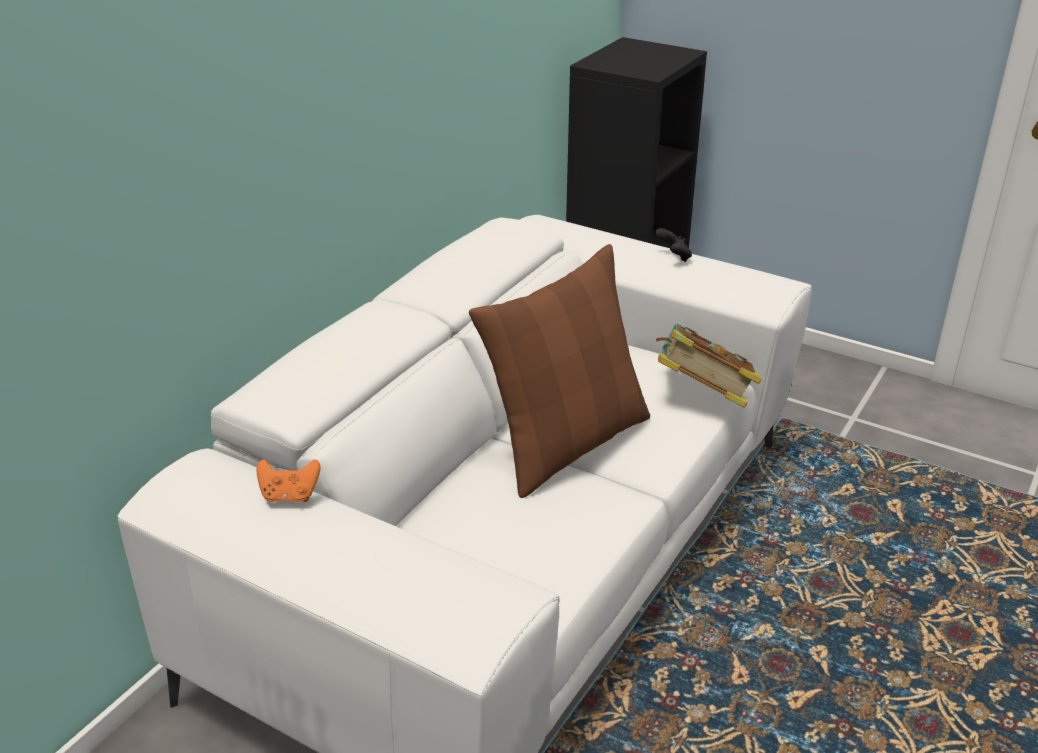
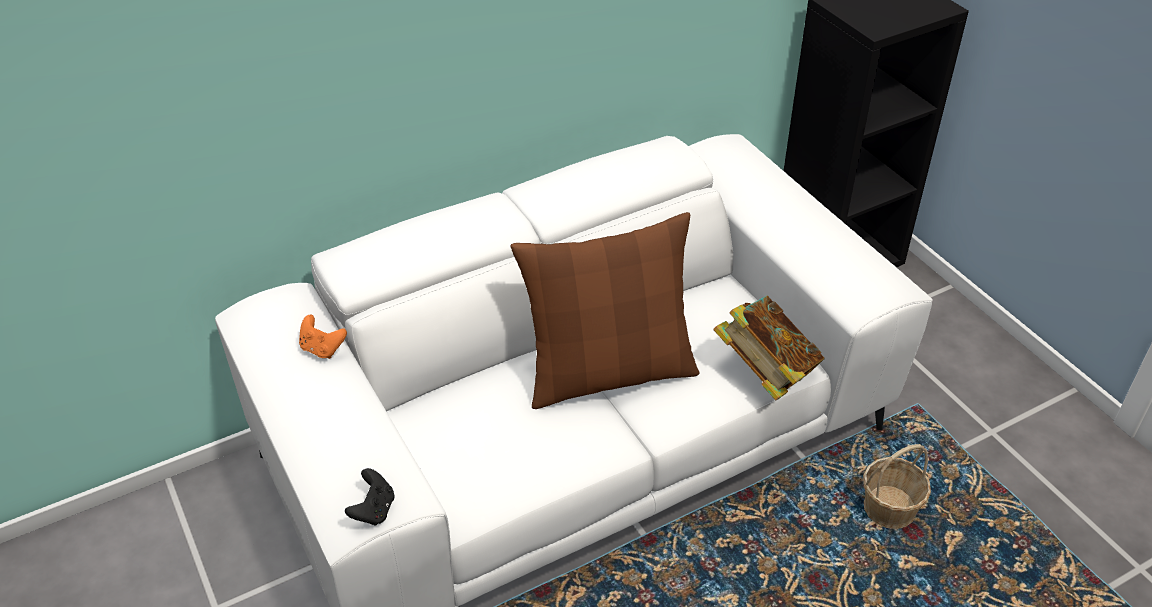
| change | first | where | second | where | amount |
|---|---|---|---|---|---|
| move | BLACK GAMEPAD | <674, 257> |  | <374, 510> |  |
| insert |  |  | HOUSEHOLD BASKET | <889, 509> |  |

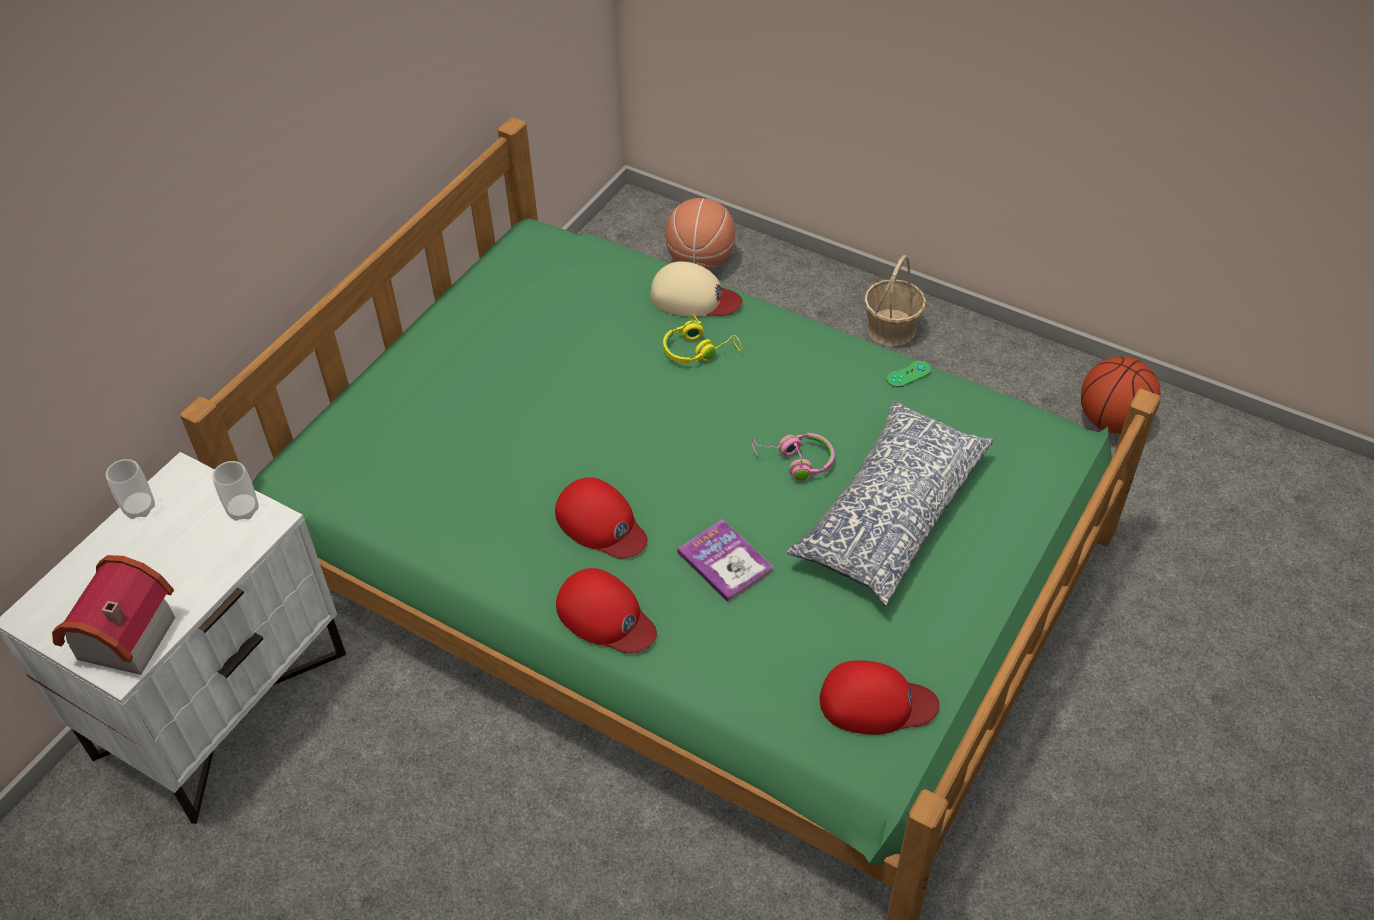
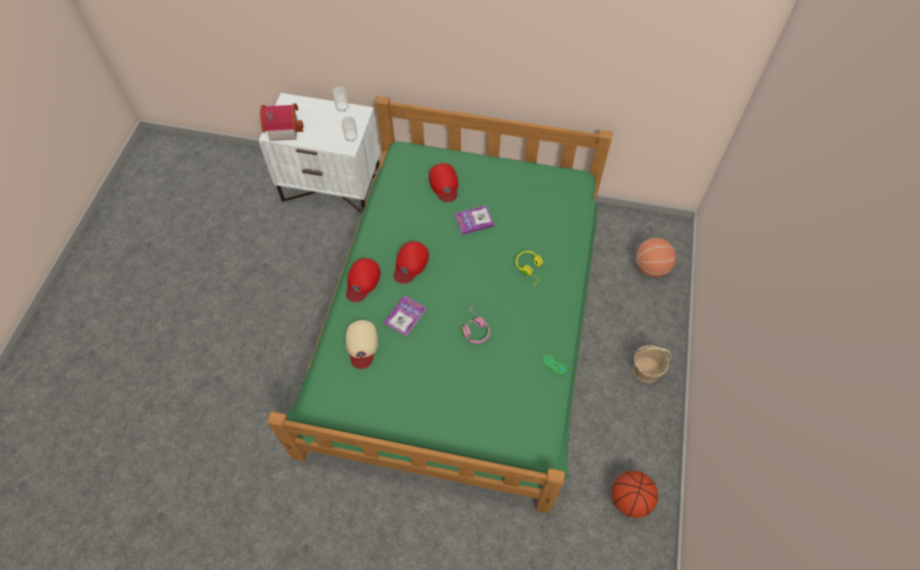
| change | first | where | second | where | amount |
|---|---|---|---|---|---|
| move | BEIGE-COLOURED BASEBALL CAP | <694, 298> |  | <362, 344> |  |
| delete | CUSHION | <888, 513> |  |  |  |
| move | REDDISH BASEBALL CAP | <876, 703> |  | <444, 184> |  |
| insert |  |  | BOOK | <474, 220> |  |

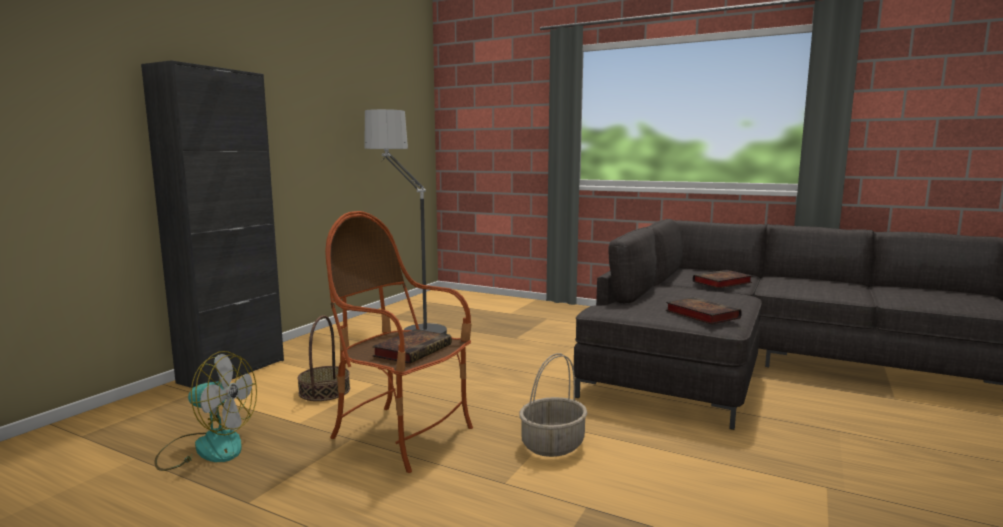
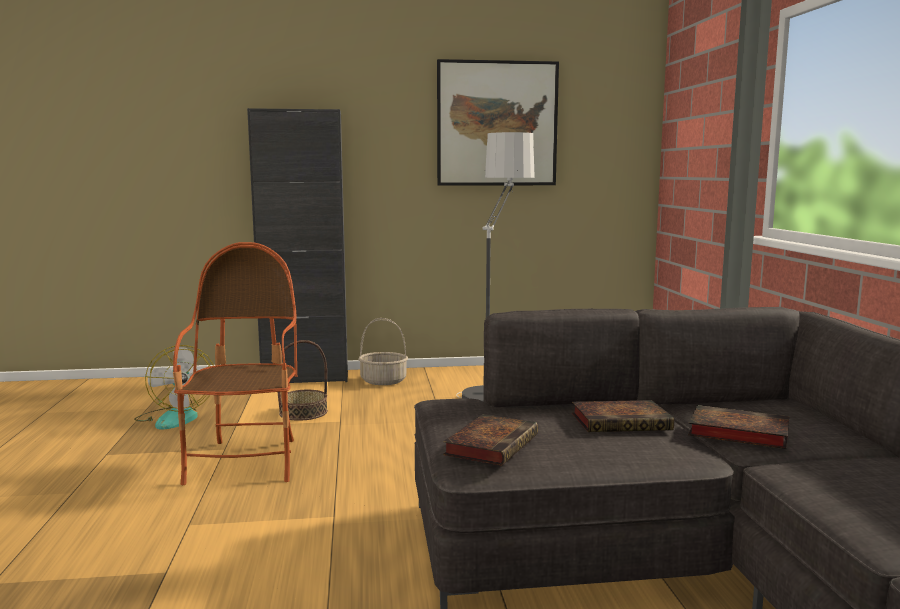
| change | first | where | second | where | amount |
|---|---|---|---|---|---|
| move | BOOK | <413, 350> |  | <623, 422> |  |
| move | HOUSEHOLD BASKET | <552, 444> |  | <384, 381> |  |
| insert |  |  | PICTURE | <497, 124> |  |

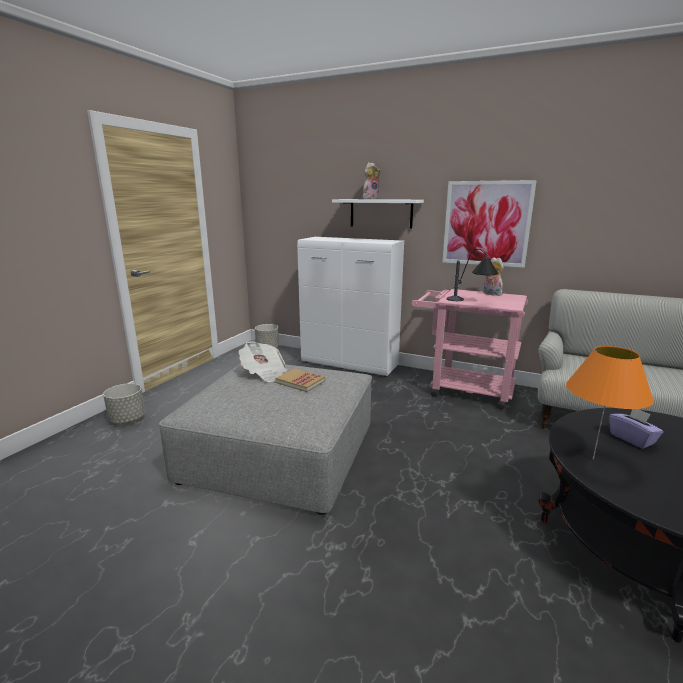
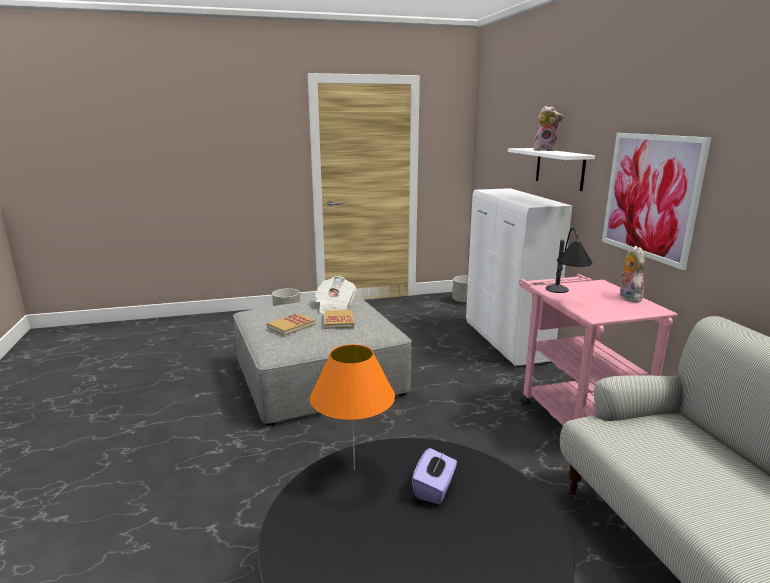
| change | first | where | second | where | amount |
|---|---|---|---|---|---|
| insert |  |  | BOOK | <291, 326> |  |

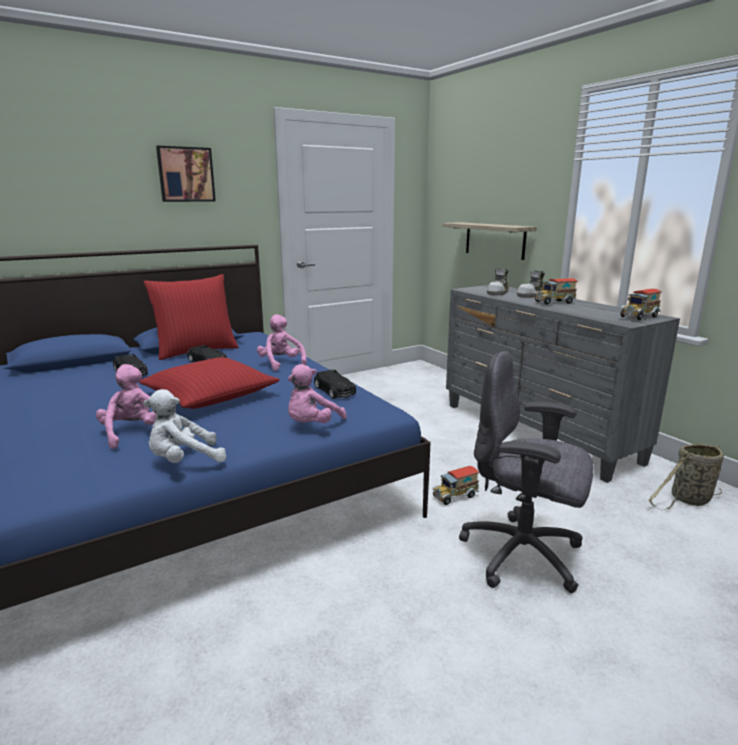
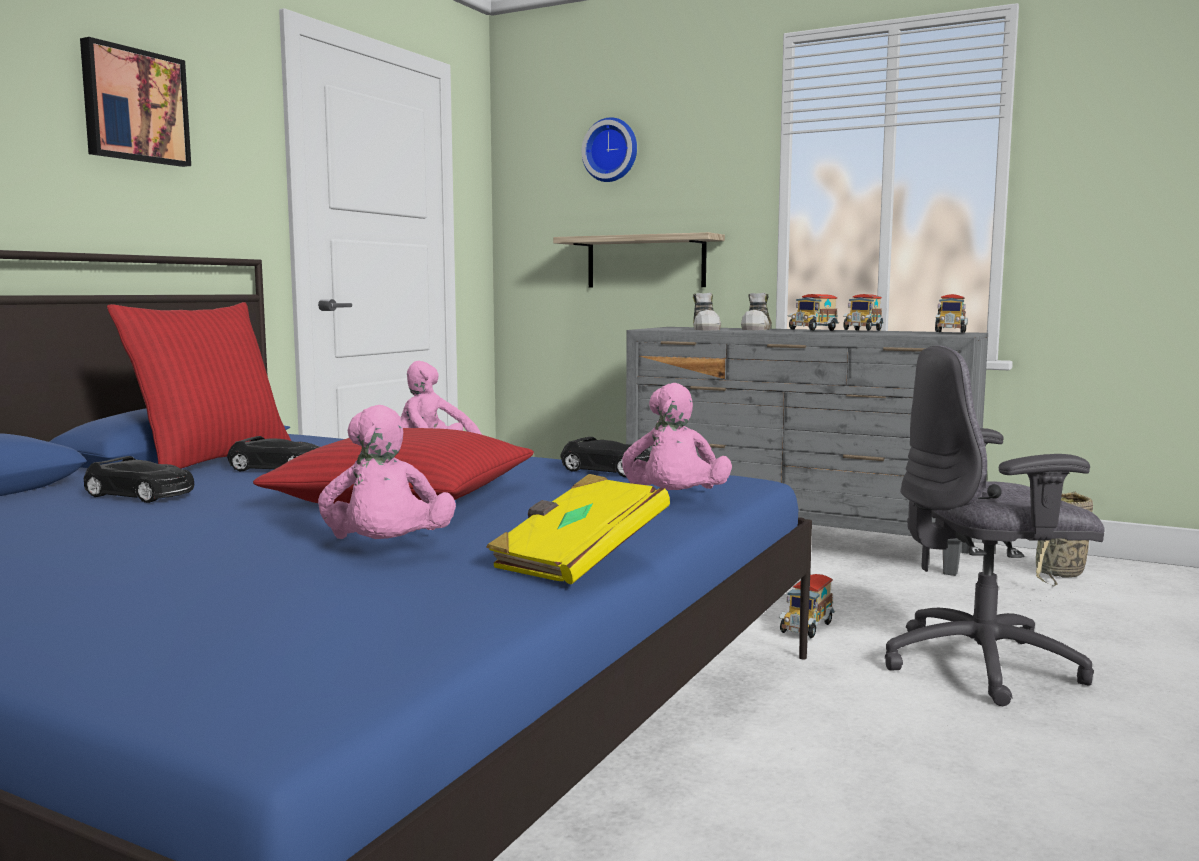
| change | first | where | second | where | amount |
|---|---|---|---|---|---|
| rotate | PINK CUDDLY TOY | <134, 434> |  | <387, 552> | 135 degrees counterclockwise |
| replace | WHITISH CUDDLY TOY | <184, 461> | YELLOW BOOK | <578, 560> |  |
| insert |  |  | CLOCK ON THE WALL | <611, 150> |  |
| insert |  |  | TOY TRUCK | <862, 331> |  |

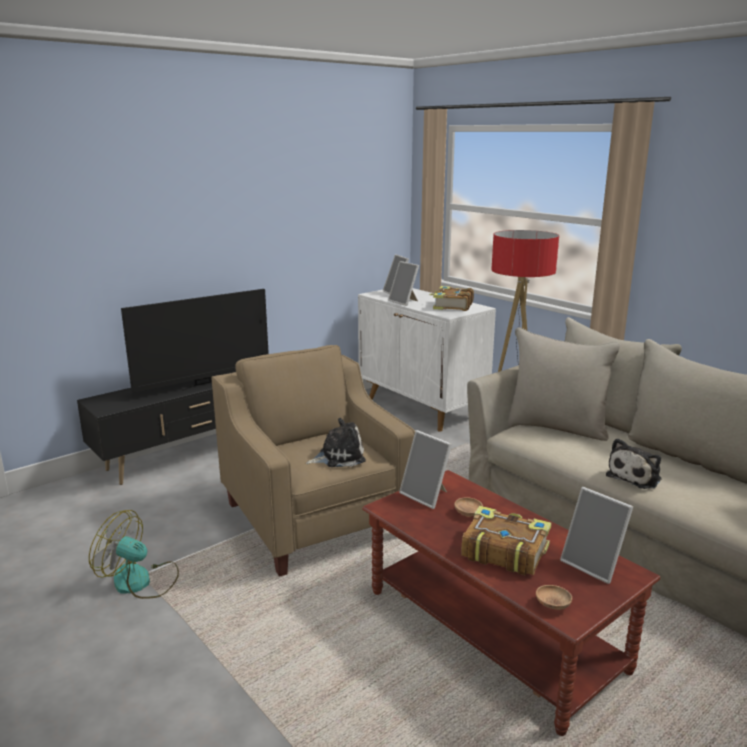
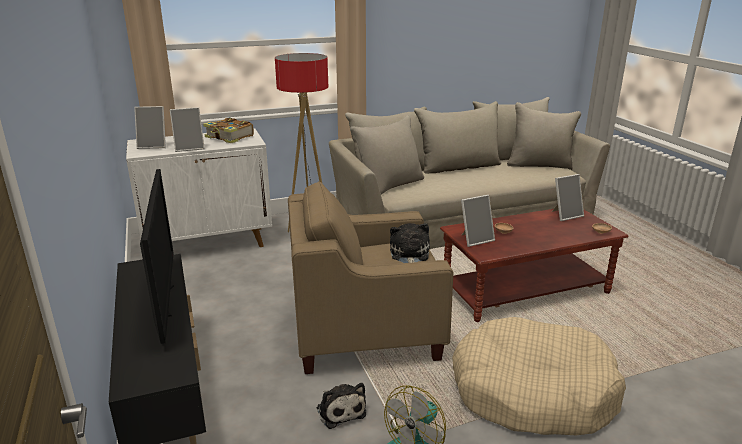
| change | first | where | second | where | amount |
|---|---|---|---|---|---|
| delete | BOOK | <504, 551> |  |  |  |
| move | CUDDLY TOY | <635, 477> |  | <340, 410> |  |
| insert |  |  | BEIGE-COLOURED DOG BED | <532, 392> |  |

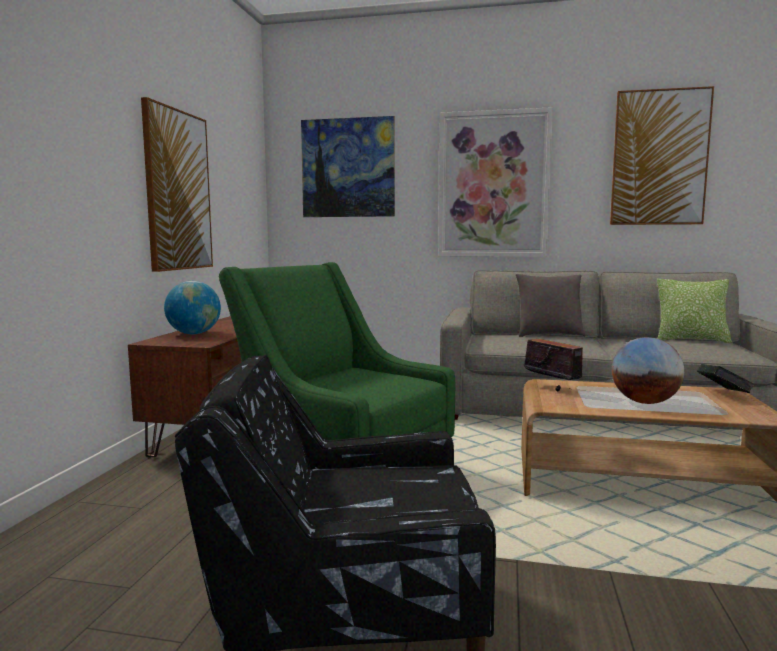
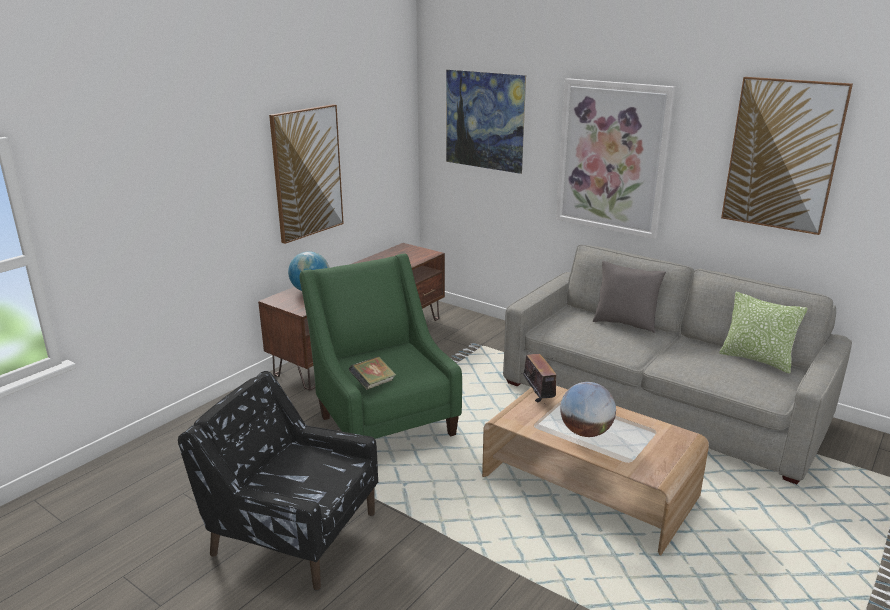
| change | first | where | second | where | amount |
|---|---|---|---|---|---|
| move | BOOK | <723, 394> |  | <373, 384> |  |

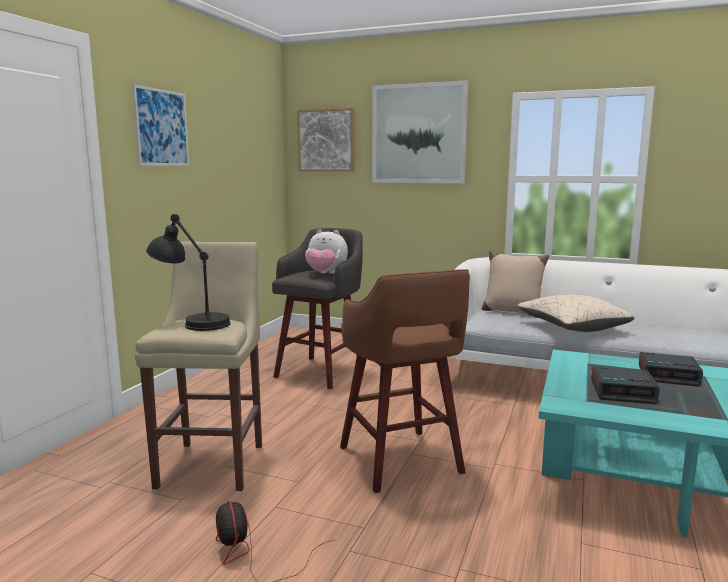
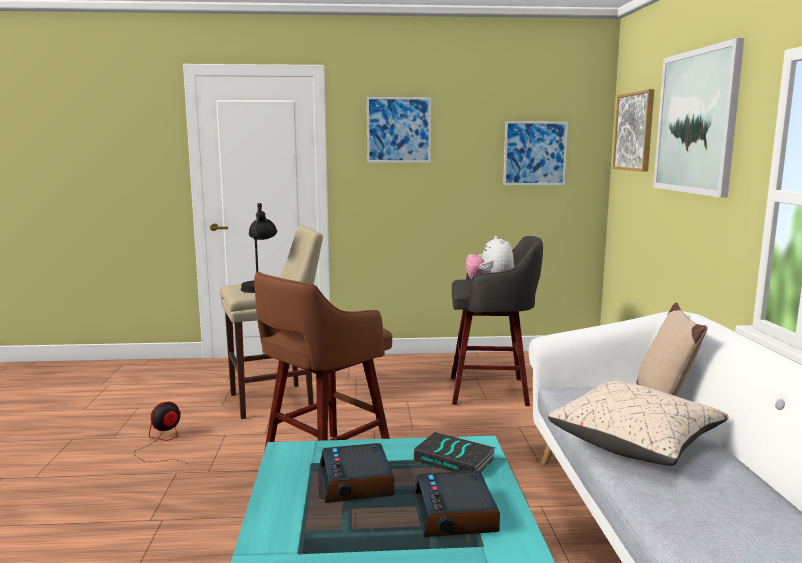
| change | first | where | second | where | amount |
|---|---|---|---|---|---|
| insert |  |  | BOOK | <455, 460> |  |
| insert |  |  | PICTURE | <535, 153> |  |

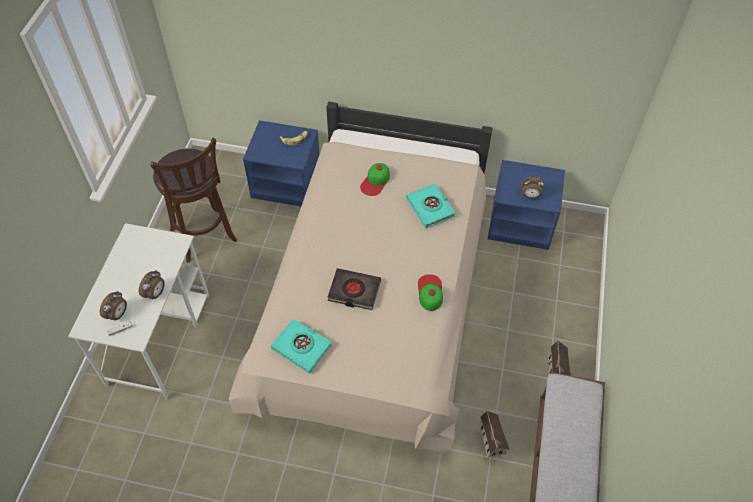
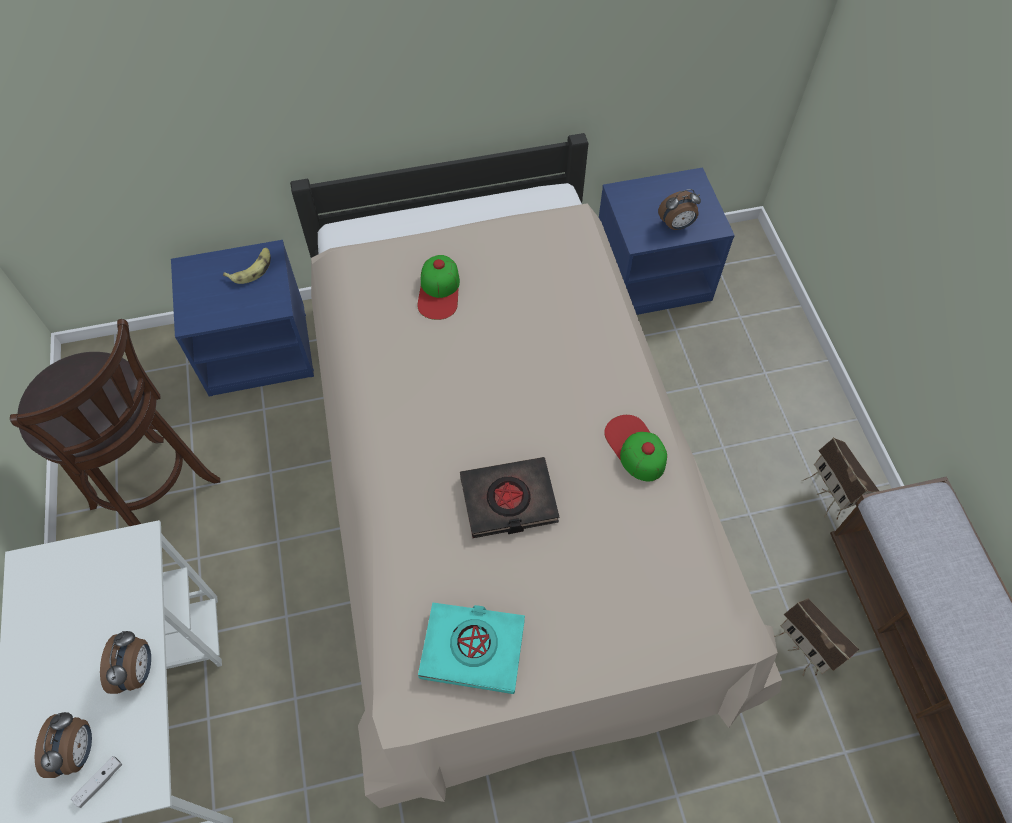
| change | first | where | second | where | amount |
|---|---|---|---|---|---|
| delete | TURQUOISE-COLOURED BOOK | <430, 208> |  |  |  |

